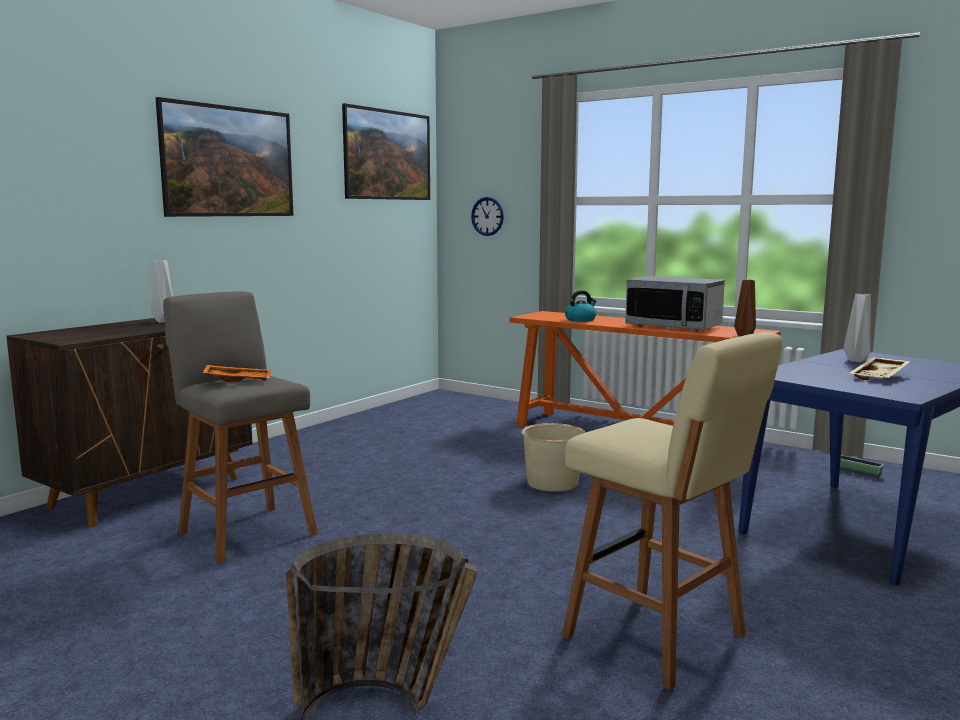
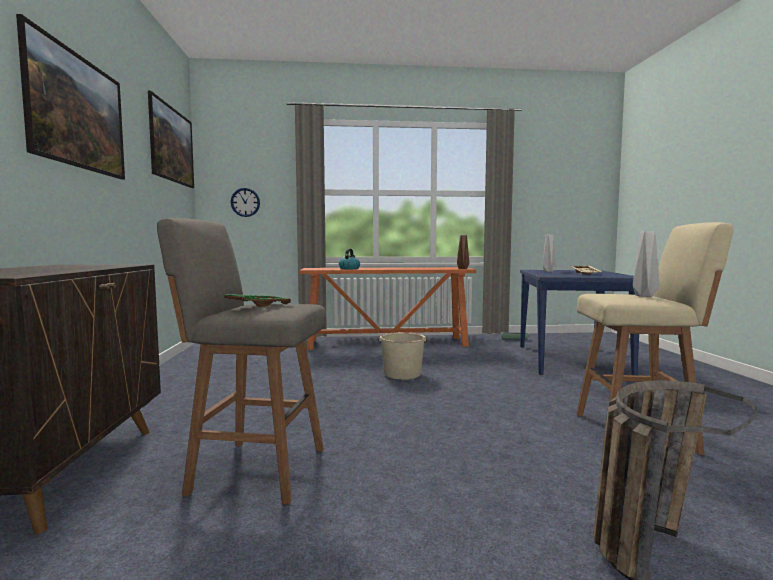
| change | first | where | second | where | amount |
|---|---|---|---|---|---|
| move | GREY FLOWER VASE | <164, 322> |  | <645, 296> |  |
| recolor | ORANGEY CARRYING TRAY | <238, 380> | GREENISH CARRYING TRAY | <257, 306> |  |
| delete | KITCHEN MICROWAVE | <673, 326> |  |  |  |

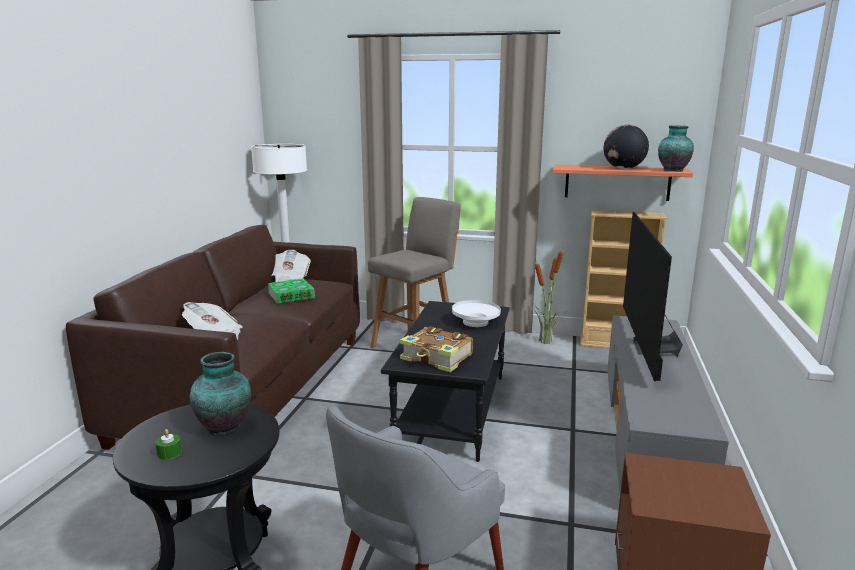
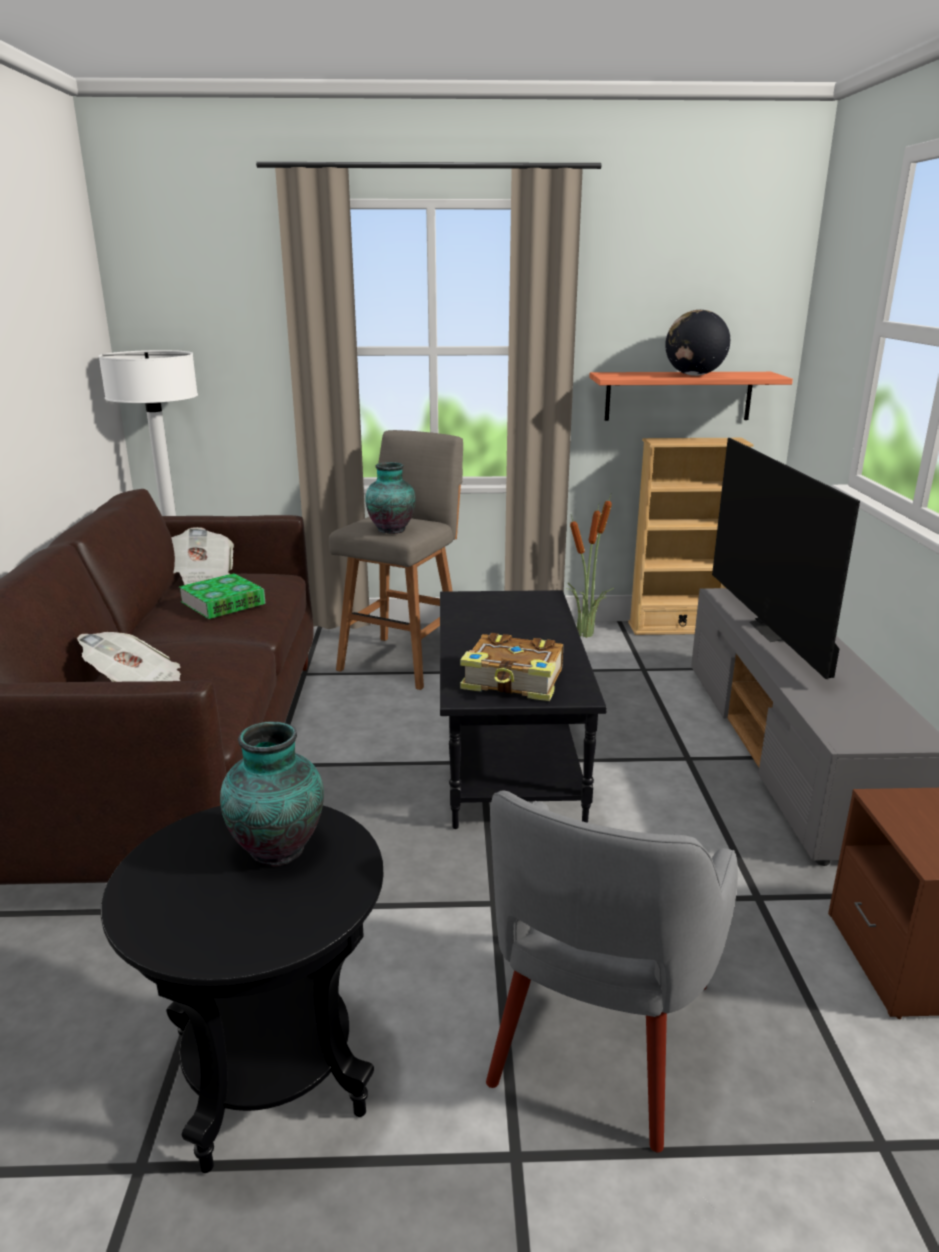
| change | first | where | second | where | amount |
|---|---|---|---|---|---|
| delete | GREENISH WAX LIGHT | <169, 453> |  |  |  |
| delete | WHITISH BOWL | <476, 322> |  |  |  |
| move | FLOWER VASE | <673, 170> |  | <391, 529> |  |

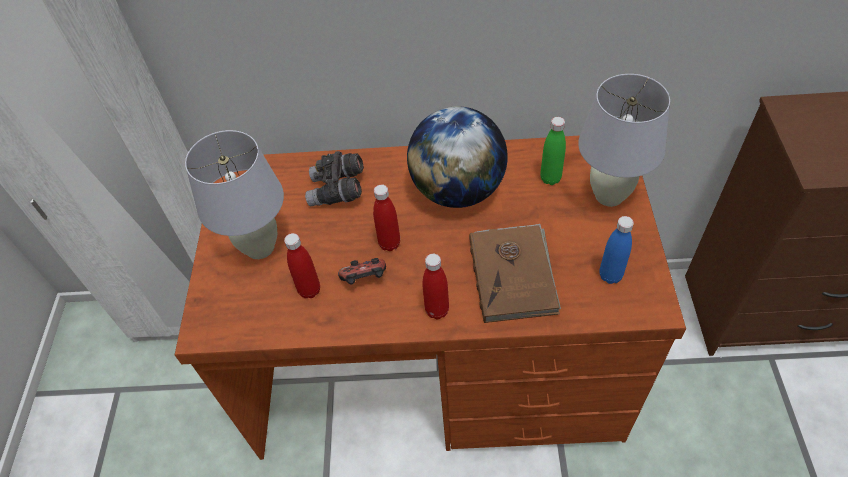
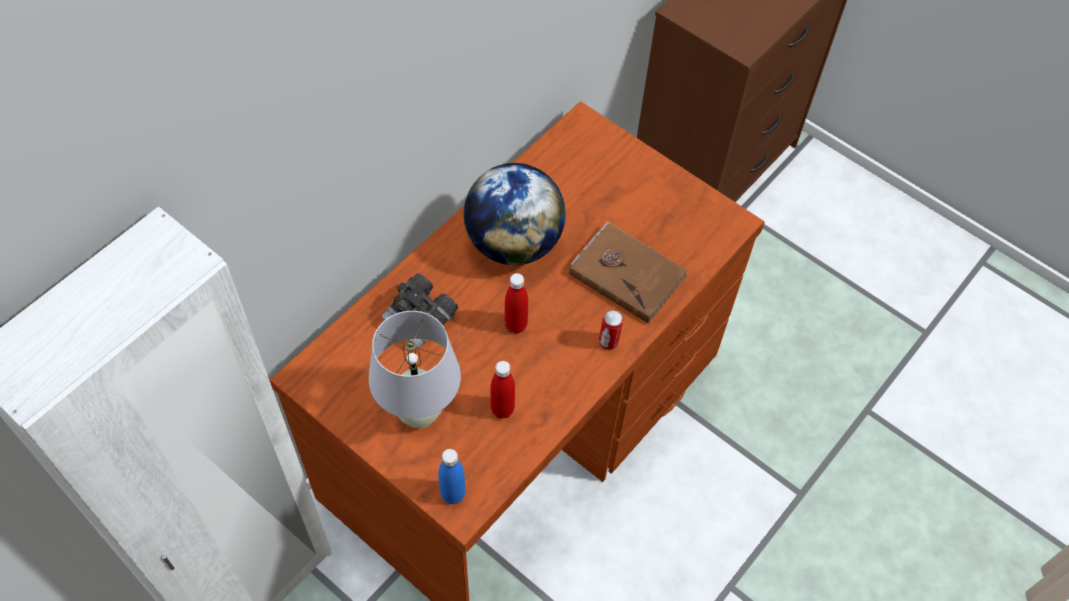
| change | first | where | second | where | amount |
|---|---|---|---|---|---|
| delete | GAMEPAD | <365, 280> |  |  |  |
| replace | REDDISH BOTTLE | <437, 310> | CAN | <608, 342> |  |
| delete | GREENISH BOTTLE | <550, 178> |  |  |  |
| delete | WHITISH TABLETOP LAMP | <608, 195> |  |  |  |
| move | BLUE BOTTLE | <610, 275> |  | <453, 494> |  |

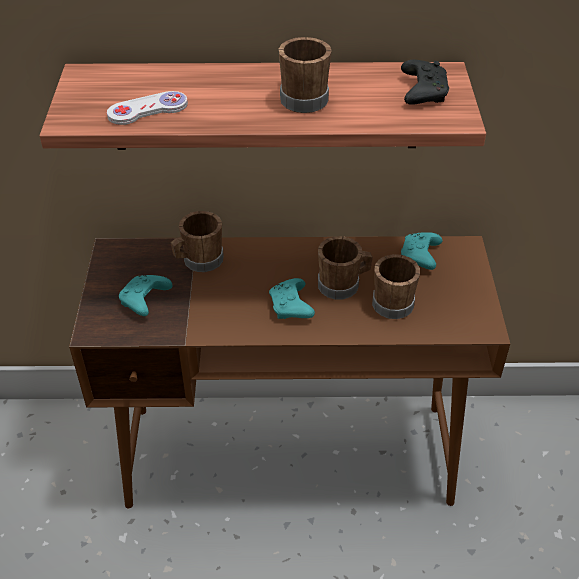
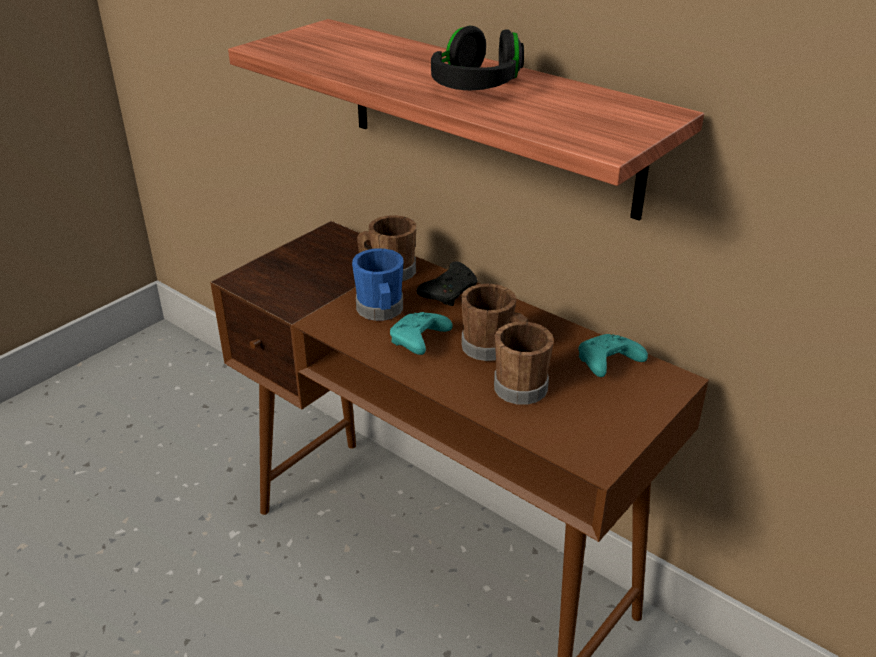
| change | first | where | second | where | amount |
|---|---|---|---|---|---|
| delete | WHITISH GAMEPAD | <148, 110> |  |  |  |
| delete | TURQUOISE-COLOURED GAMEPAD | <144, 301> |  |  |  |
| replace | BROWN TEA MUG | <302, 97> | BLACK HEADPHONES | <476, 87> |  |
| move | BLACK GAMEPAD | <422, 91> |  | <450, 292> |  |
| insert |  |  | BLUE TEA MUG | <381, 311> |  |

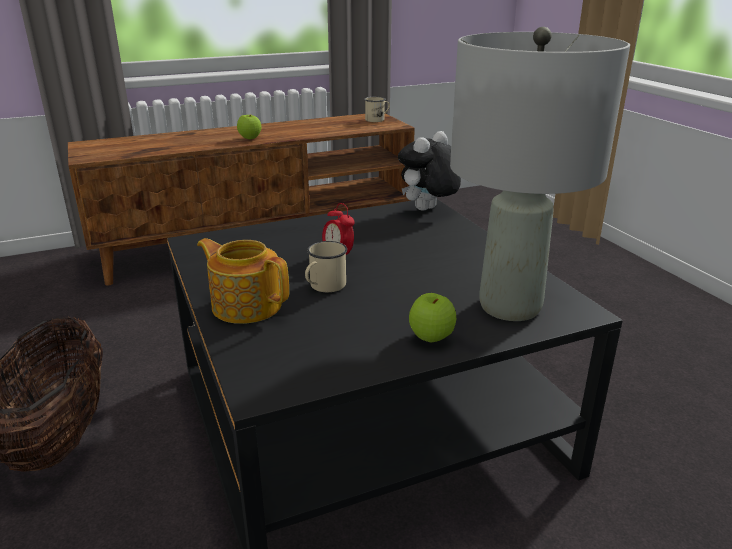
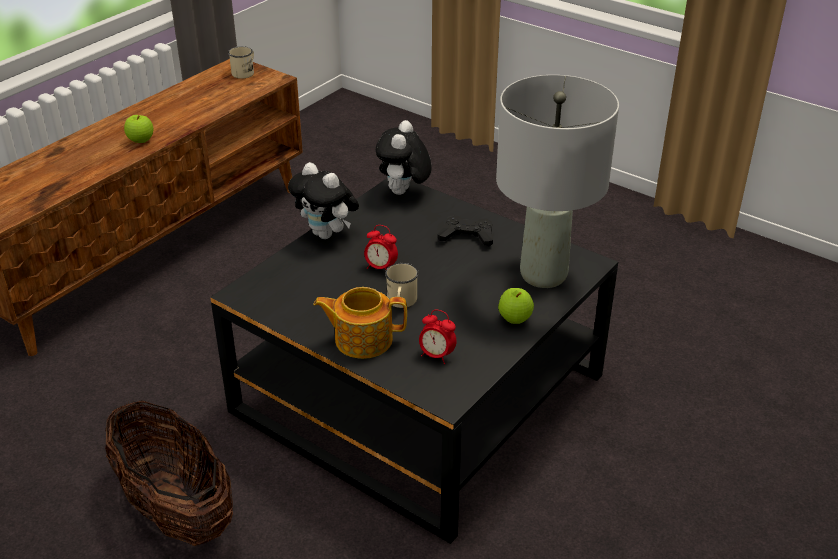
| change | first | where | second | where | amount |
|---|---|---|---|---|---|
| insert |  |  | CUDDLY TOY | <327, 234> |  |
| insert |  |  | TABLE CLOCK | <436, 355> |  |
| insert |  |  | BLACK GAMEPAD | <467, 236> |  |

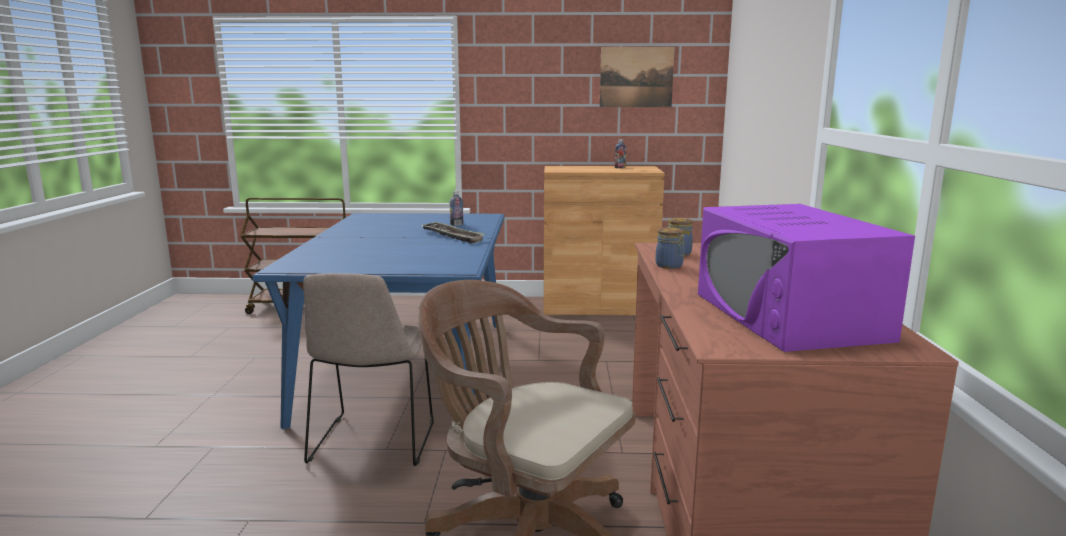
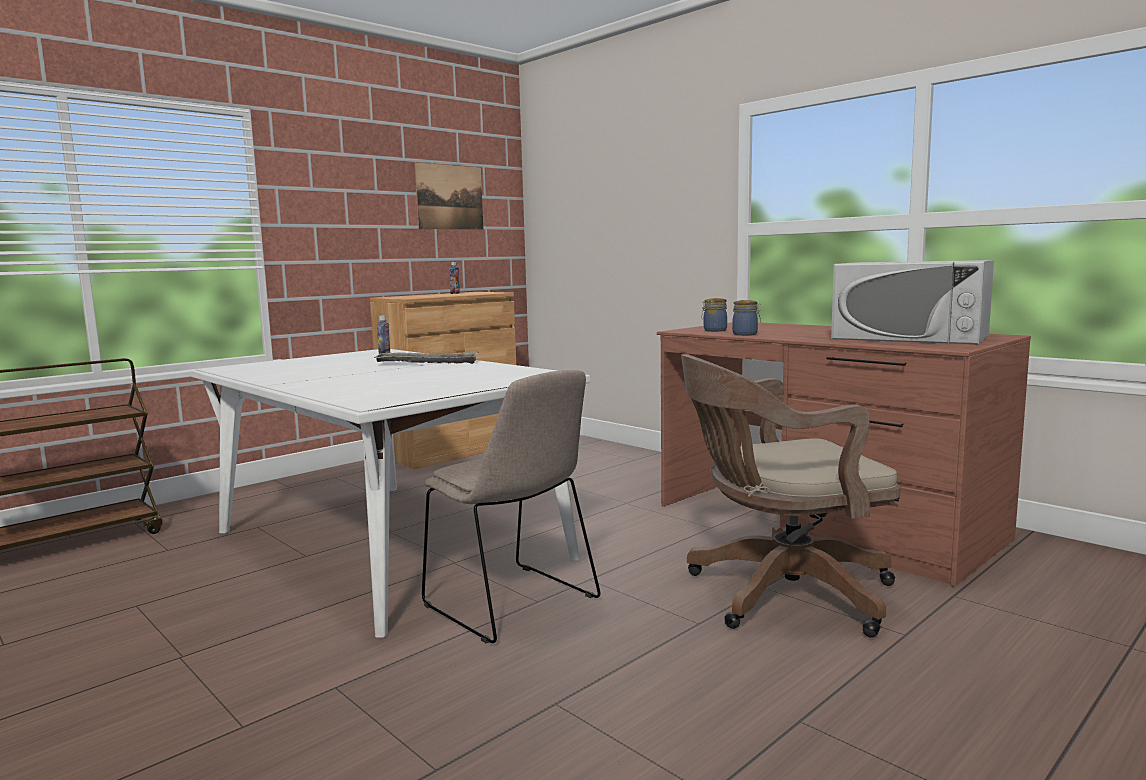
| change | first | where | second | where | amount |
|---|---|---|---|---|---|
| recolor | BLUE KITCHEN TABLE | <409, 368> | WHITISH KITCHEN TABLE | <386, 545> |  |
| recolor | PURPLISH KITCHEN MICROWAVE | <788, 316> | WHITISH KITCHEN MICROWAVE | <910, 337> |  |

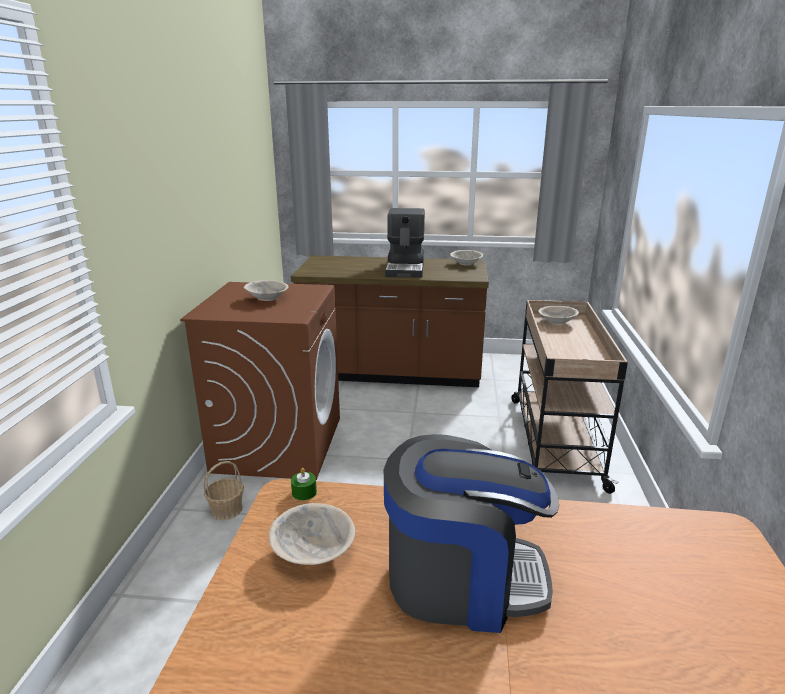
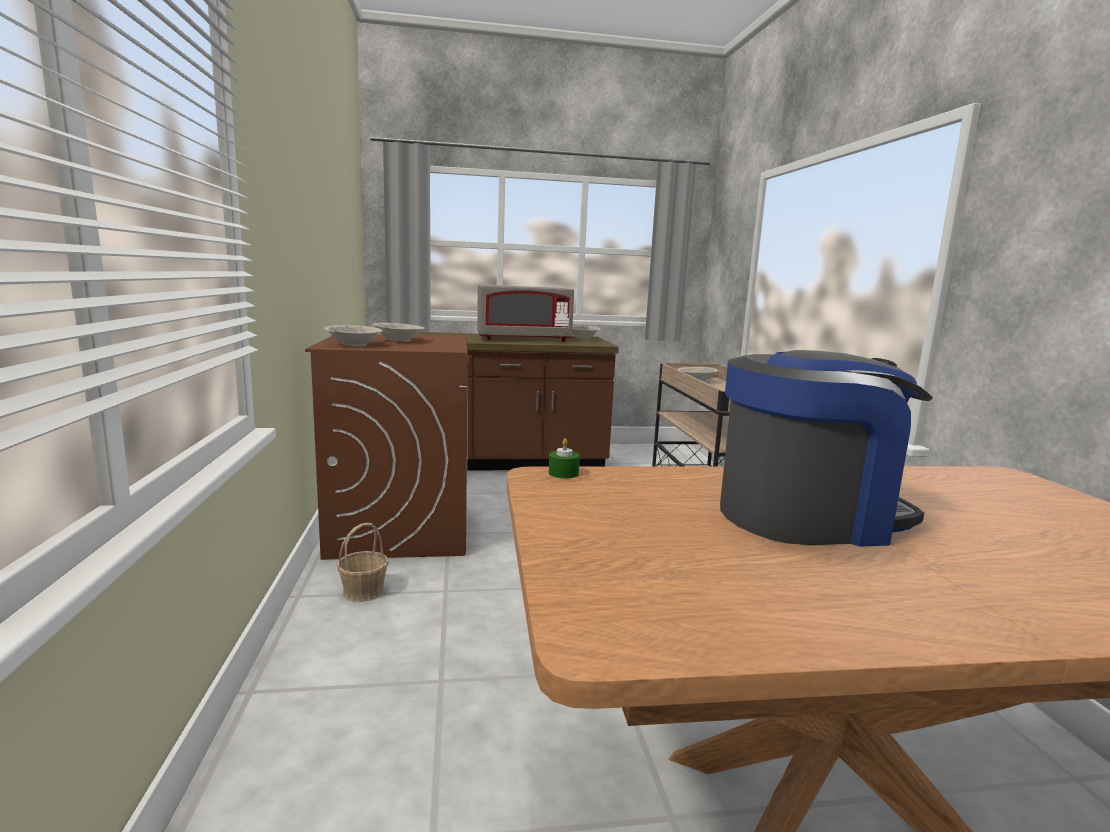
| change | first | where | second | where | amount |
|---|---|---|---|---|---|
| move | BEIGE-COLOURED BOWL | <313, 550> |  | <354, 345> |  |
| replace | COFFEE BREWER | <406, 268> | GREY KITCHEN MICROWAVE | <523, 339> |  |

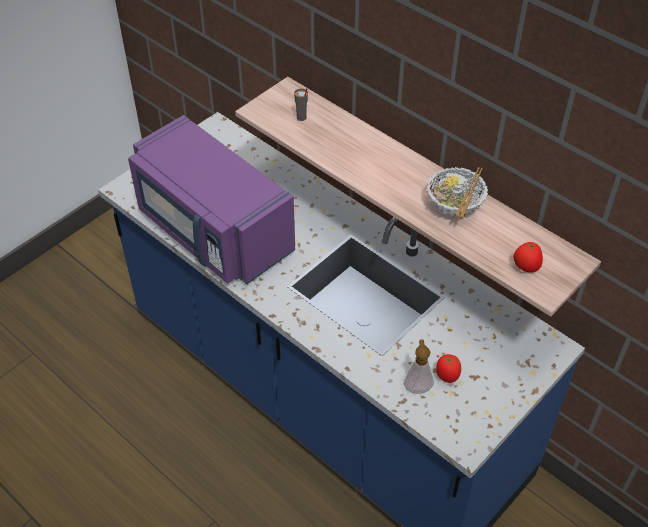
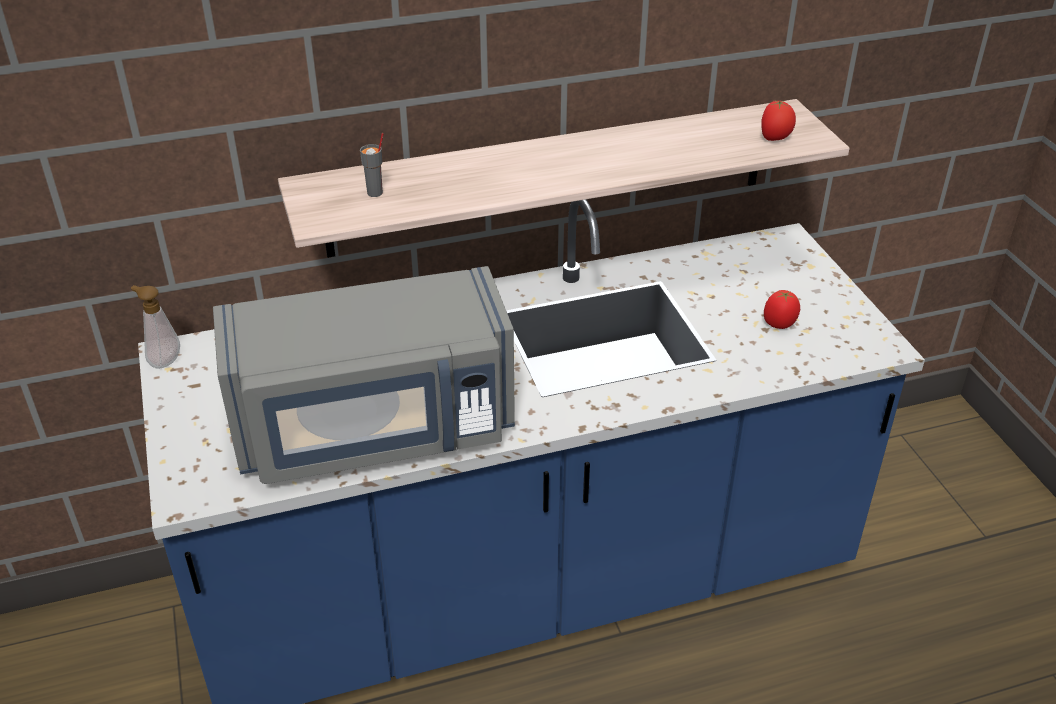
| change | first | where | second | where | amount |
|---|---|---|---|---|---|
| recolor | PURPLISH KITCHEN MICROWAVE | <213, 231> | GREY KITCHEN MICROWAVE | <375, 430> |  |
| move | SOAP DISPENSER | <417, 387> |  | <163, 361> |  |
| delete | BOWL | <455, 206> |  |  |  |

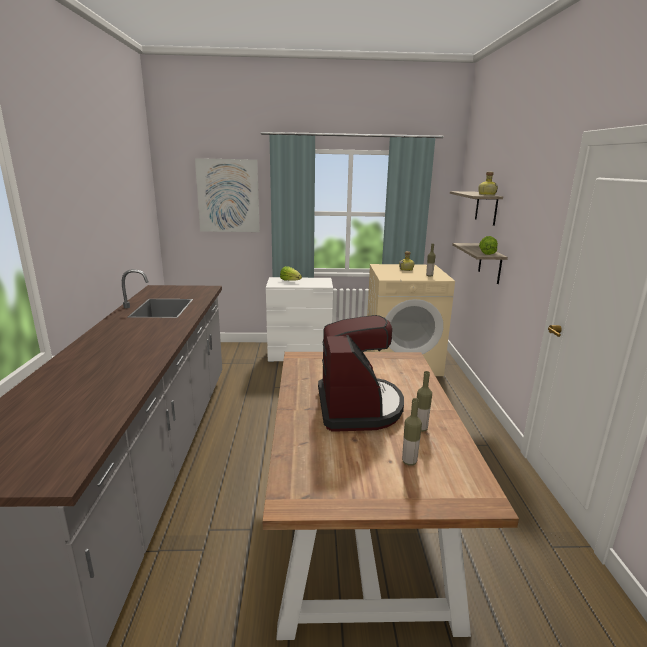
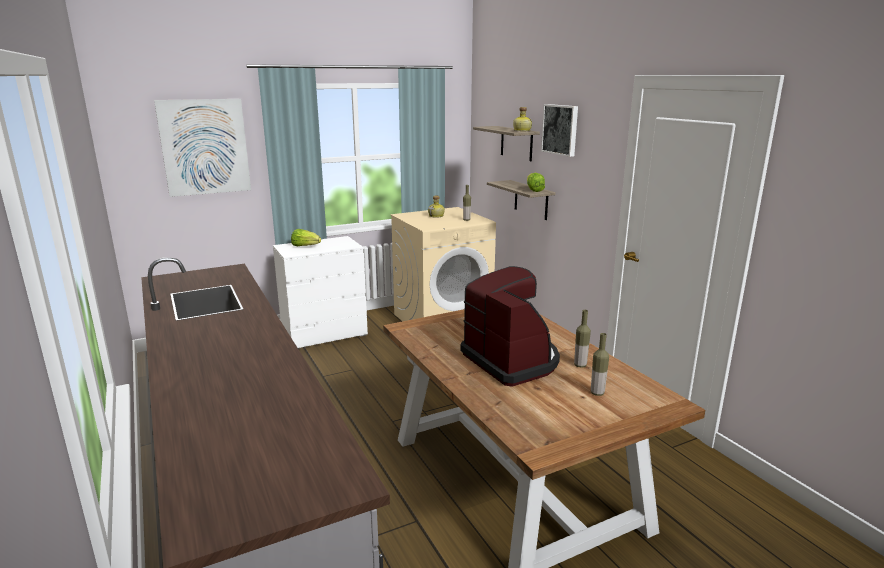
| change | first | where | second | where | amount |
|---|---|---|---|---|---|
| insert |  |  | PICTURE | <561, 129> |  |

